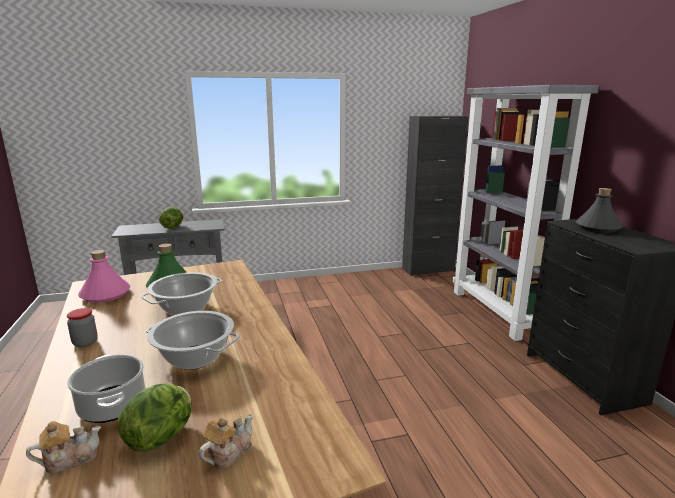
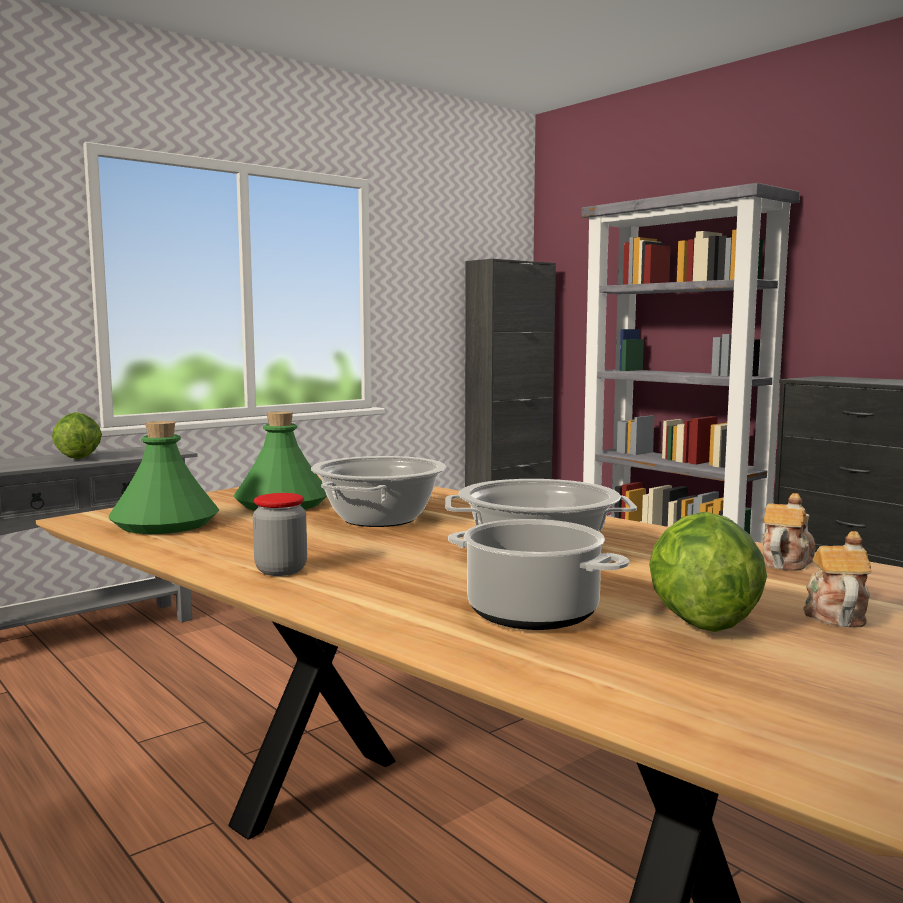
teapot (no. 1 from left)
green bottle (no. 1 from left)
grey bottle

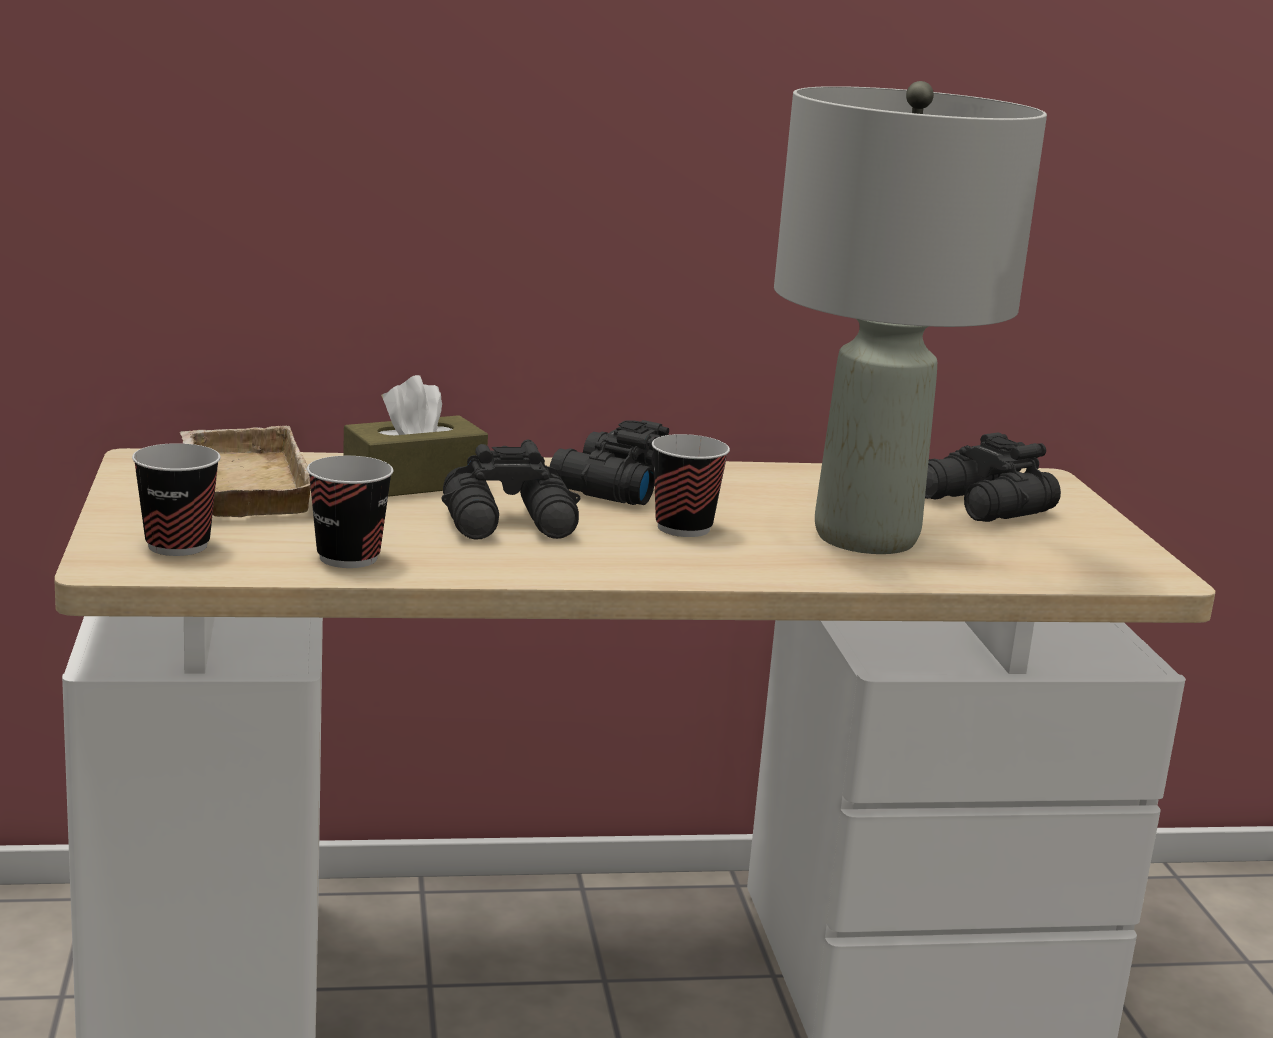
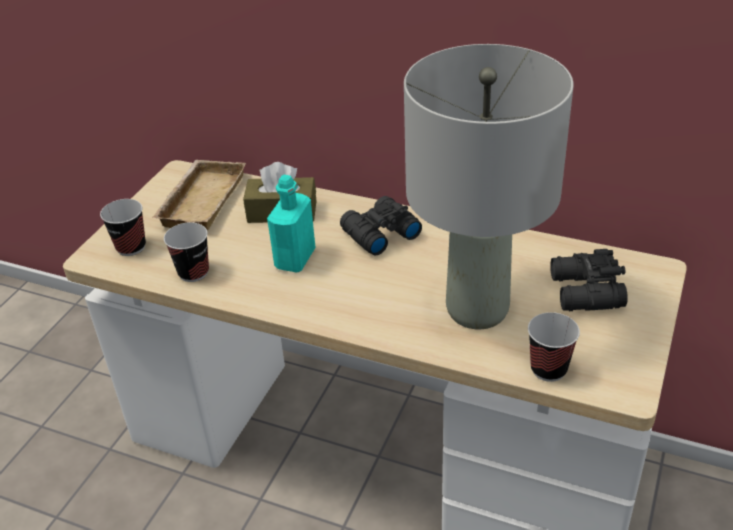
turquoise bottle
cup (no. 3 from left)

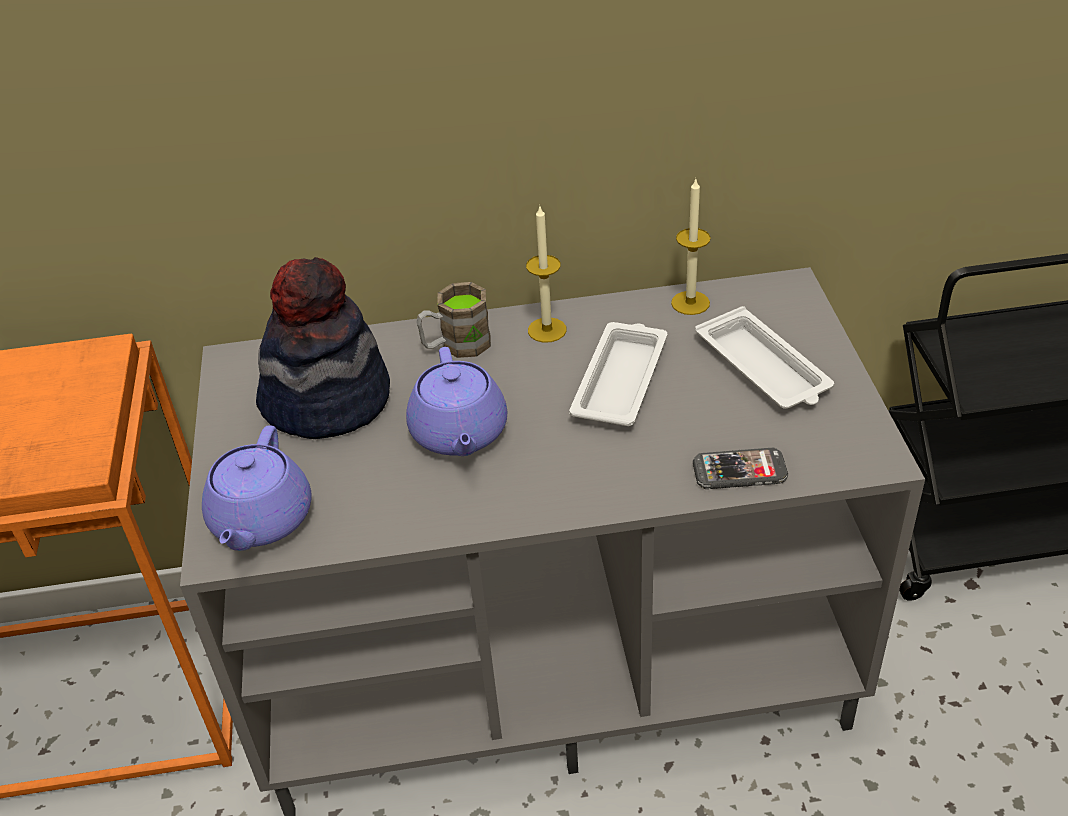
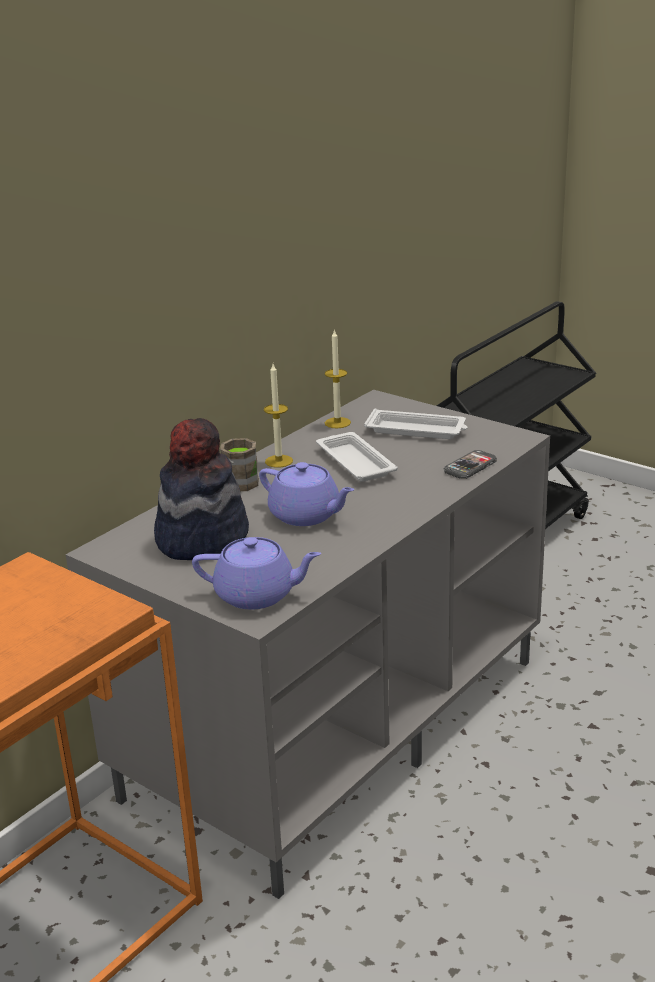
purple teapot (no. 1 from left)

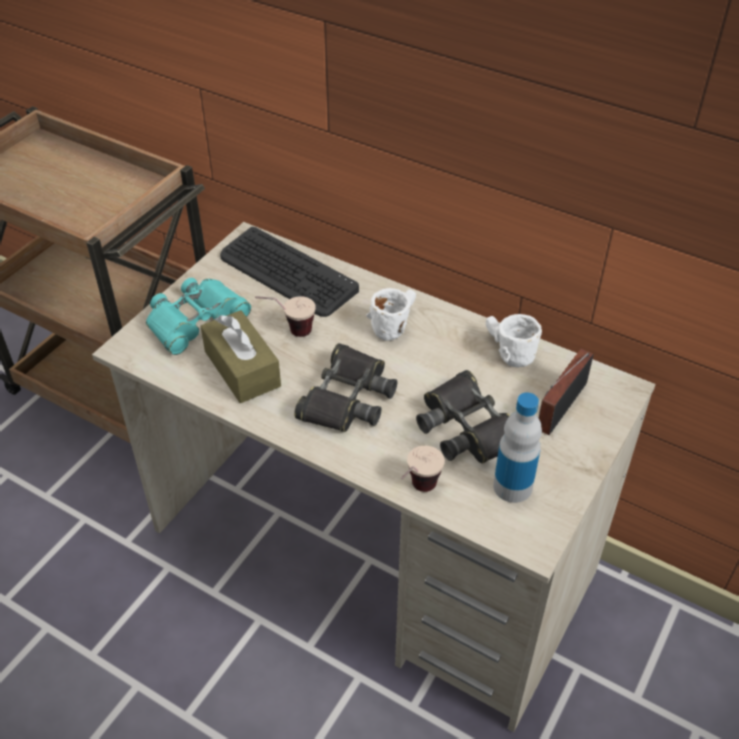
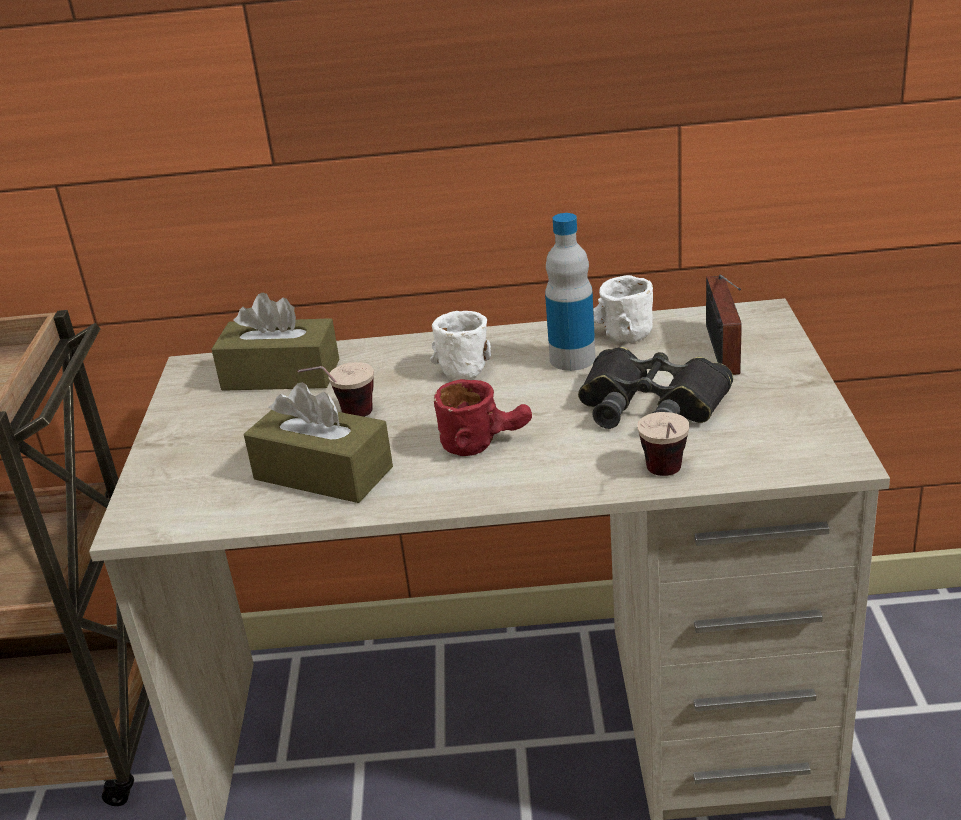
turquoise binoculars
brown tissue box (no. 1 from left)
red mug
bottle

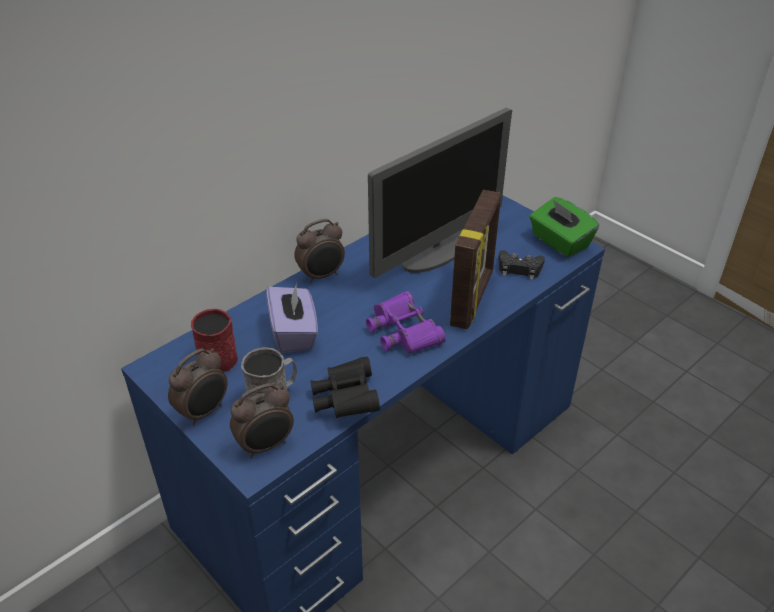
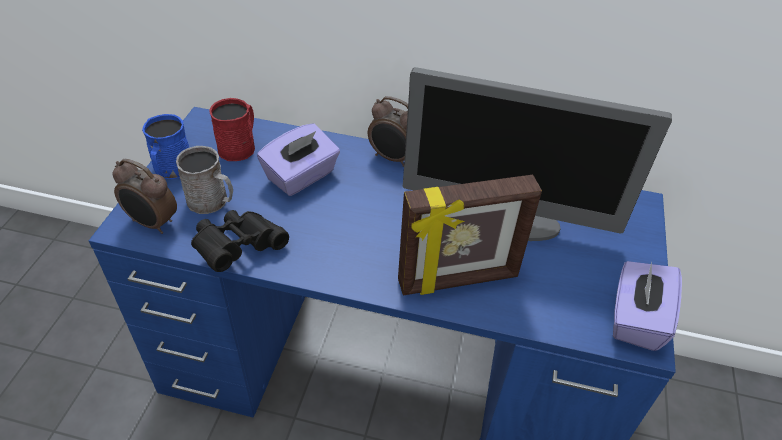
blue mug
purple binoculars
black game controller
purple tissue box (no. 2 from left)

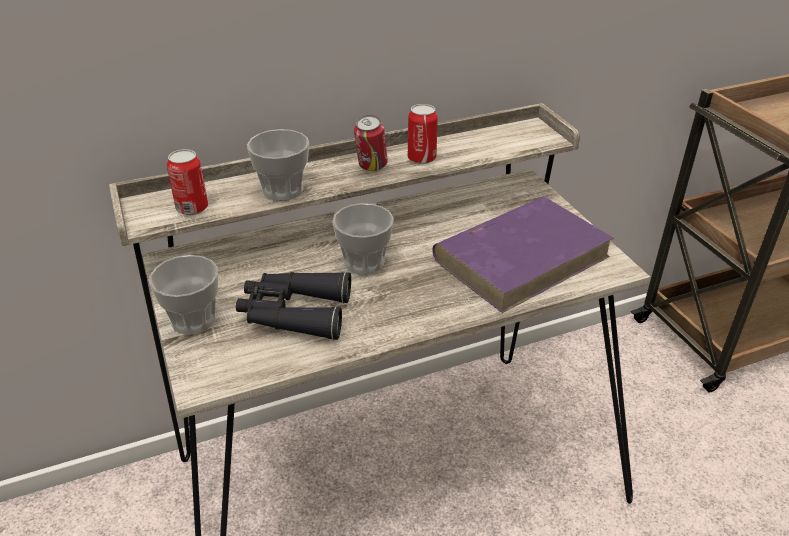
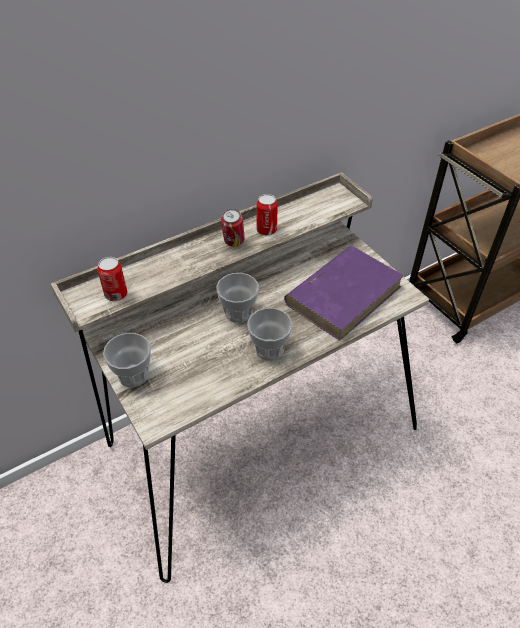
black binoculars
cup (no. 3 from left)

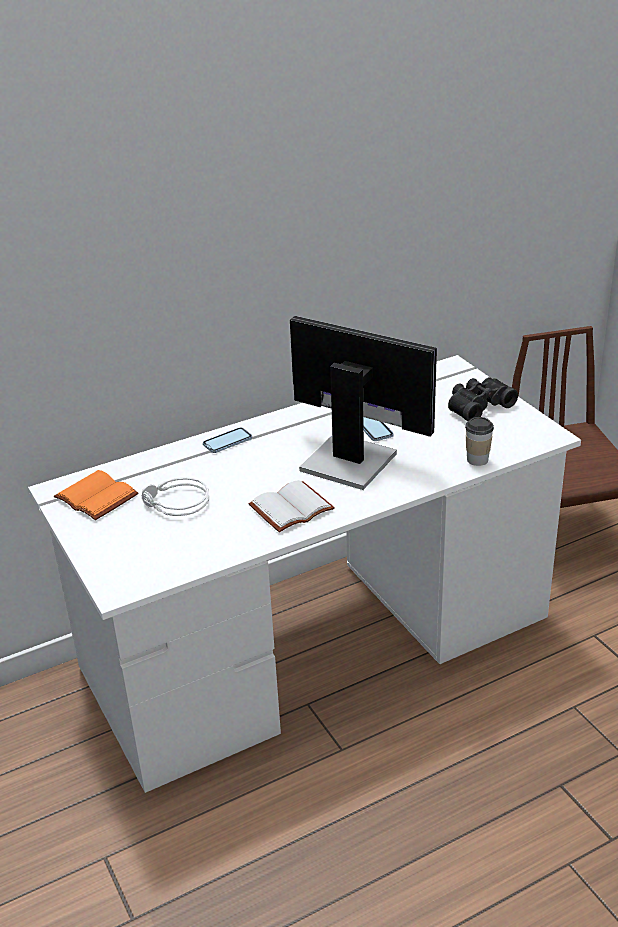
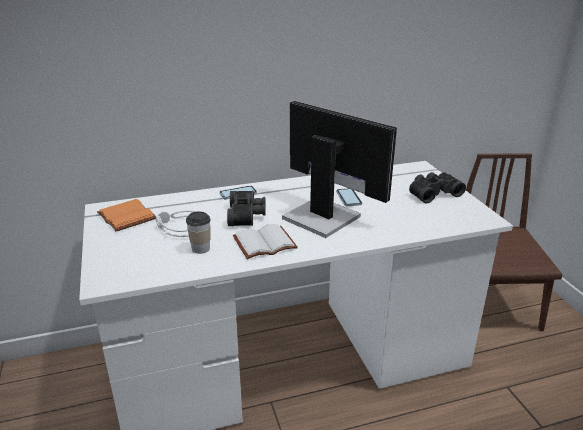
cup
black binoculars (no. 1 from left)

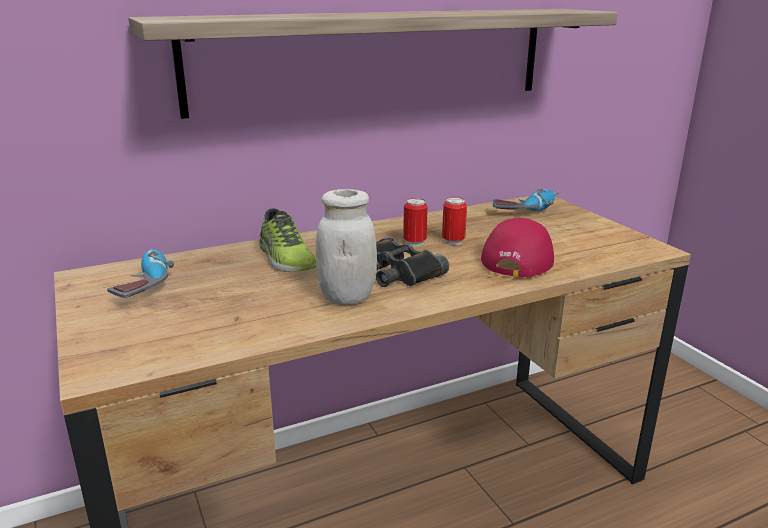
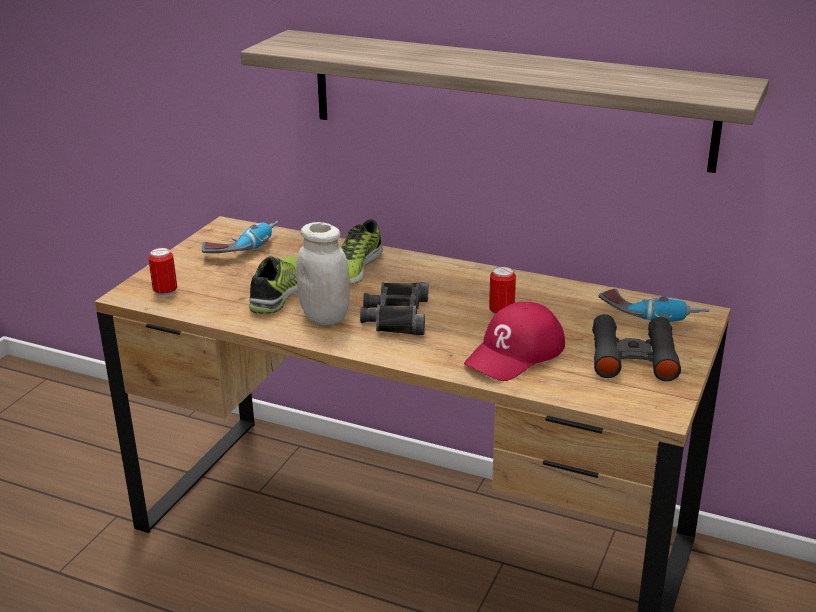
can (no. 1 from left)
red cap
shoe (no. 1 from left)
black binoculars (no. 2 from left)

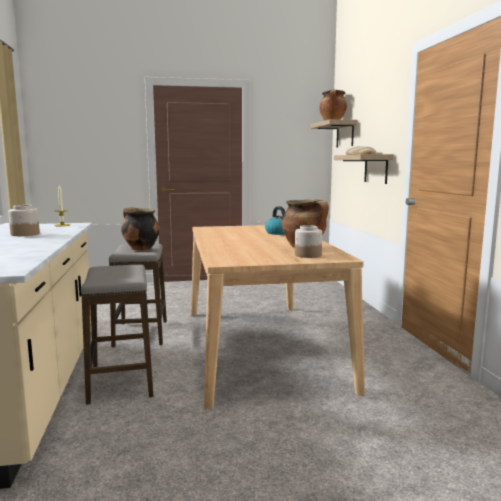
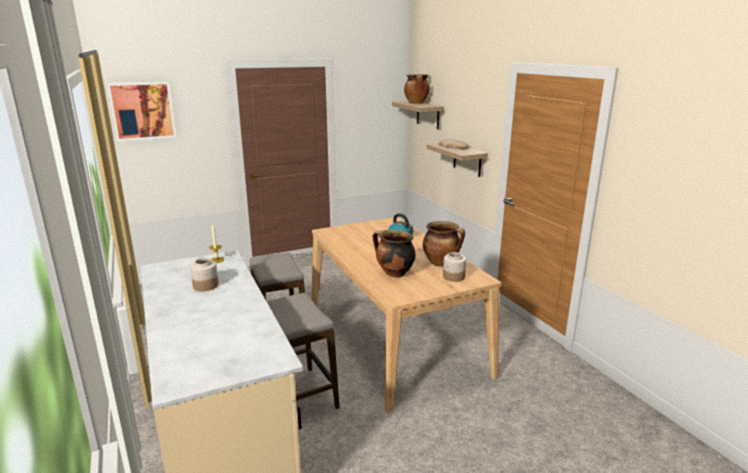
cooking pot (no. 1 from left)
picture

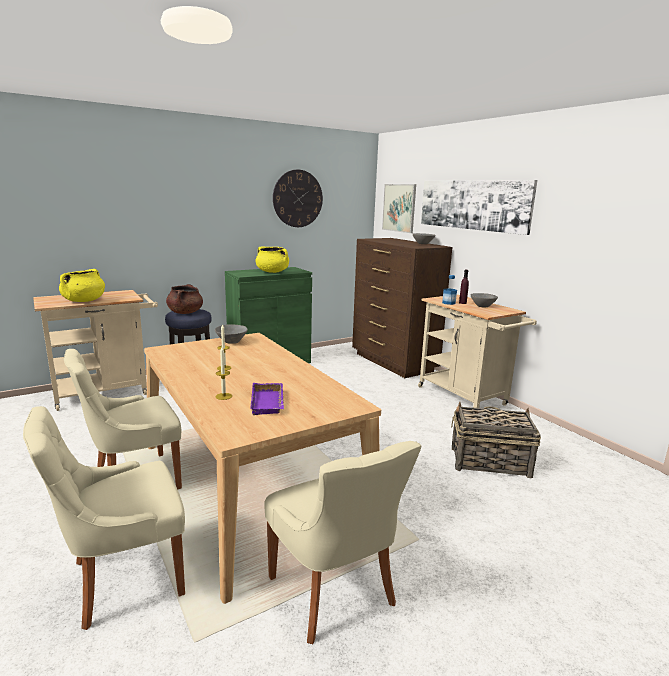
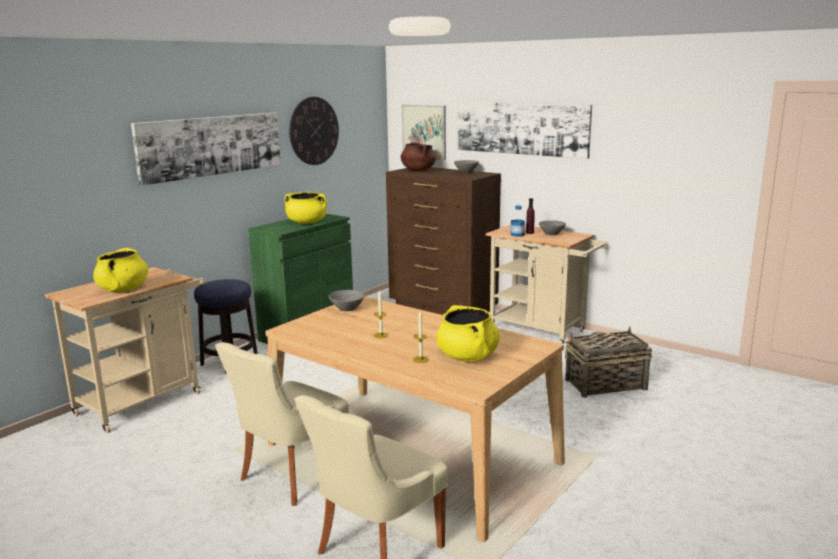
brown cooking pot
yellow cooking pot (no. 3 from left)
beige chair (no. 3 from left in the first image)
picture (no. 1 from left)

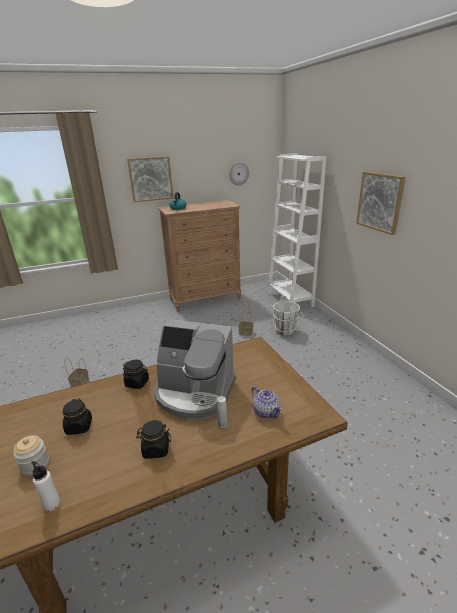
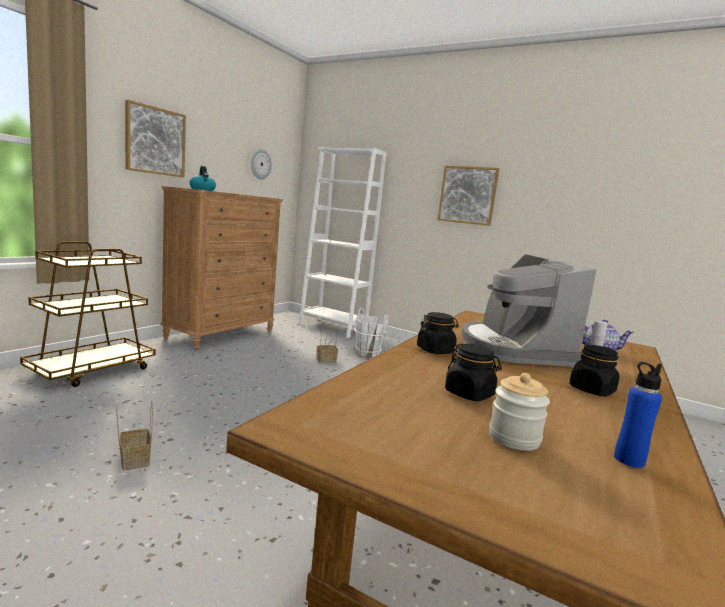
blue bottle
coffee machine
brown cart

